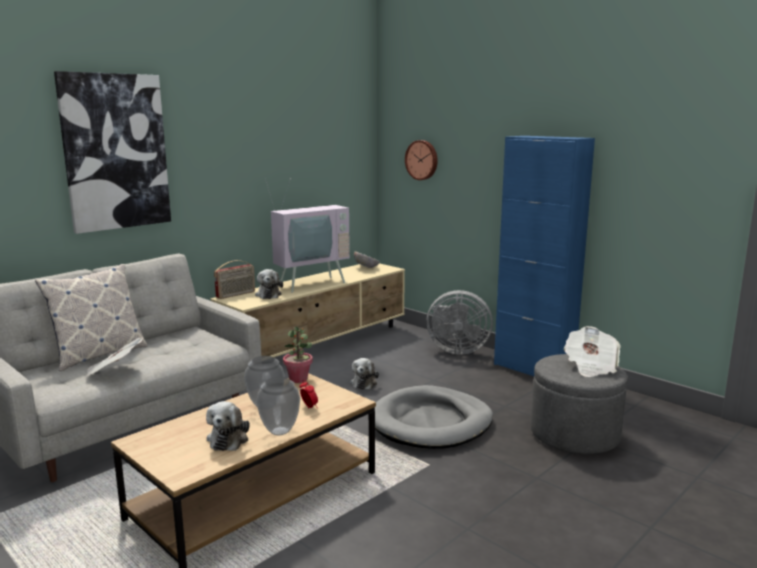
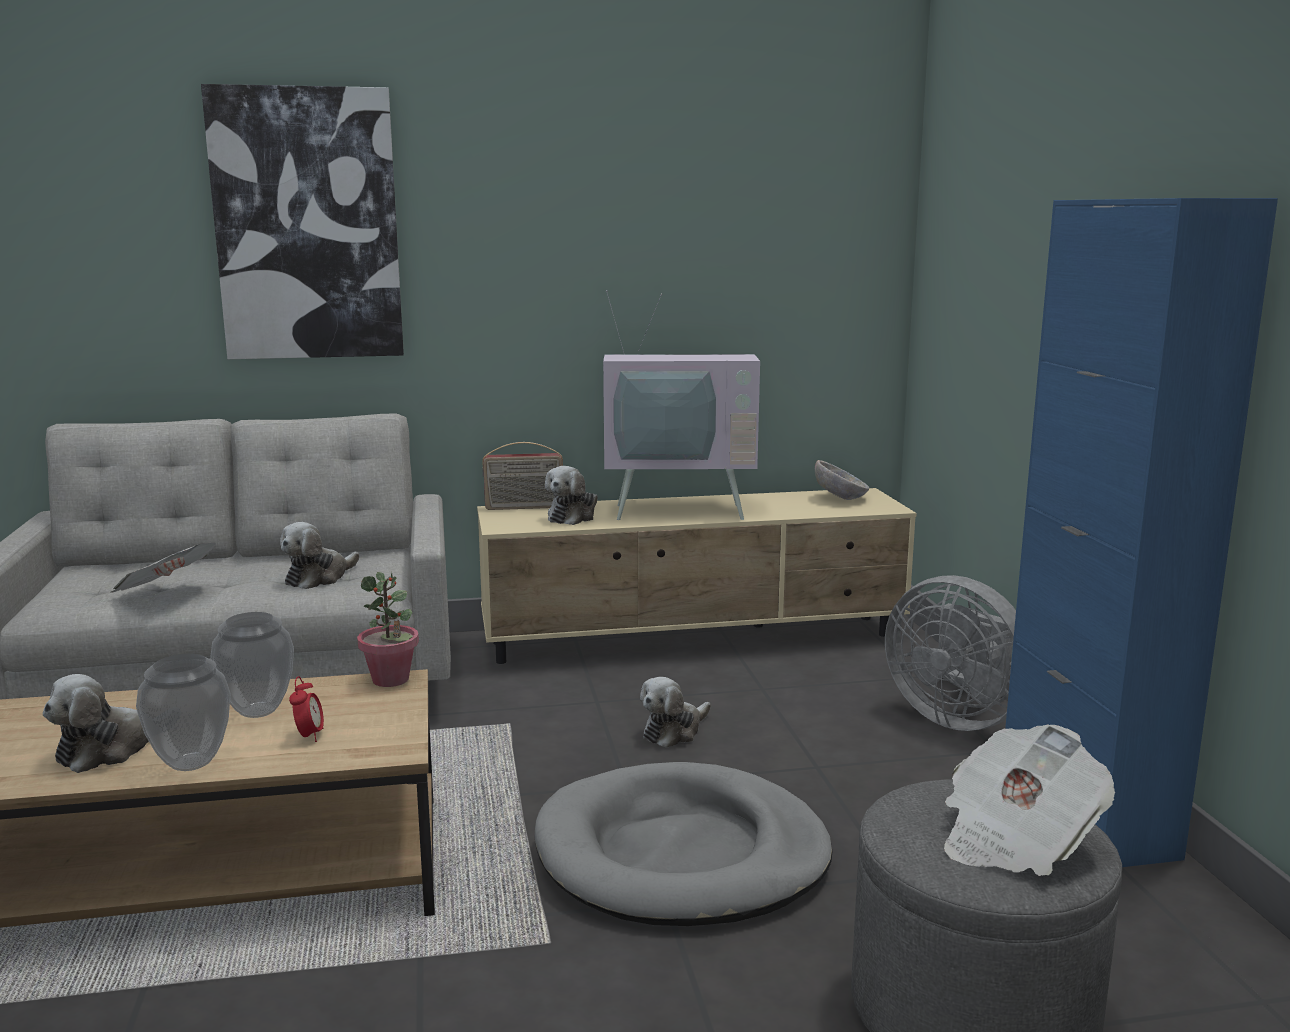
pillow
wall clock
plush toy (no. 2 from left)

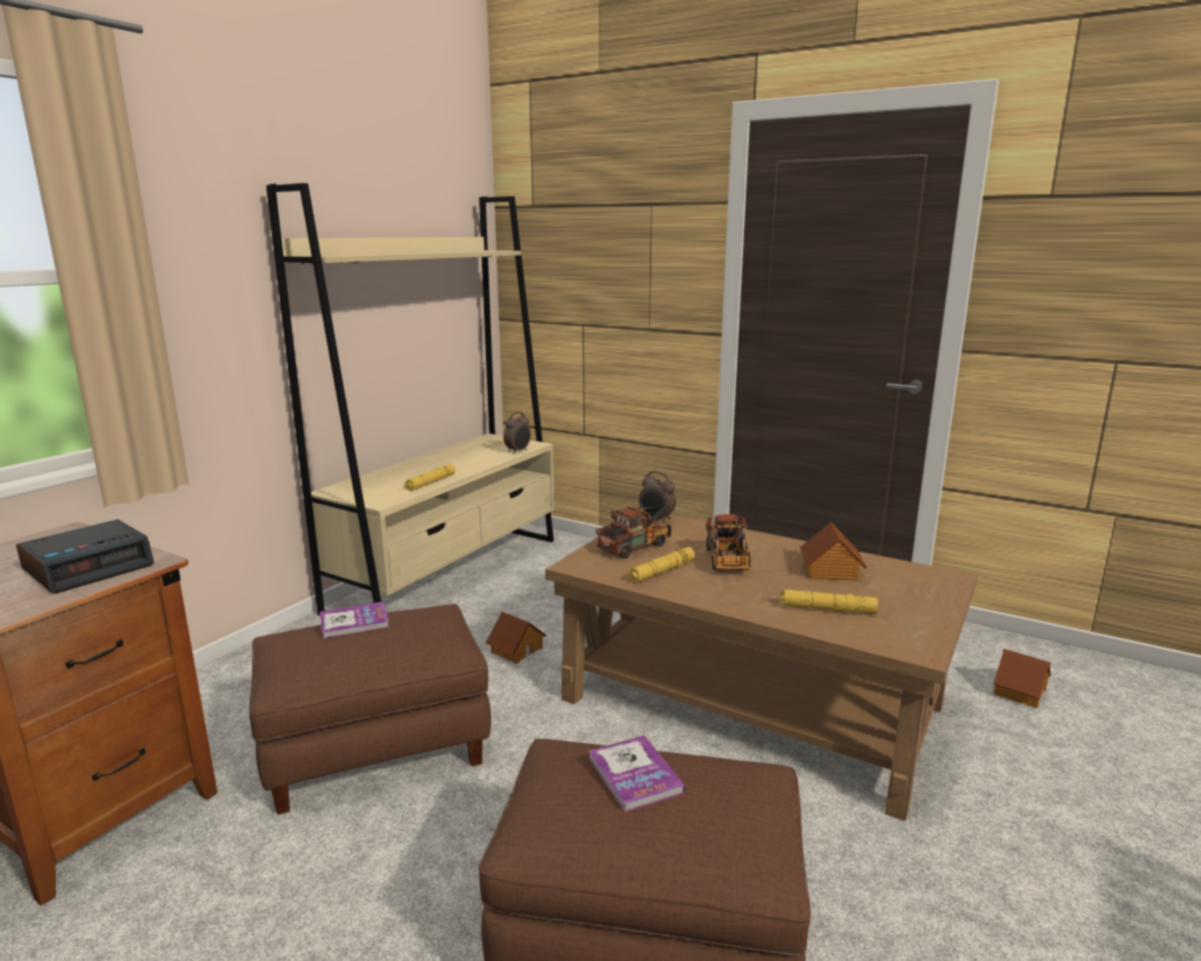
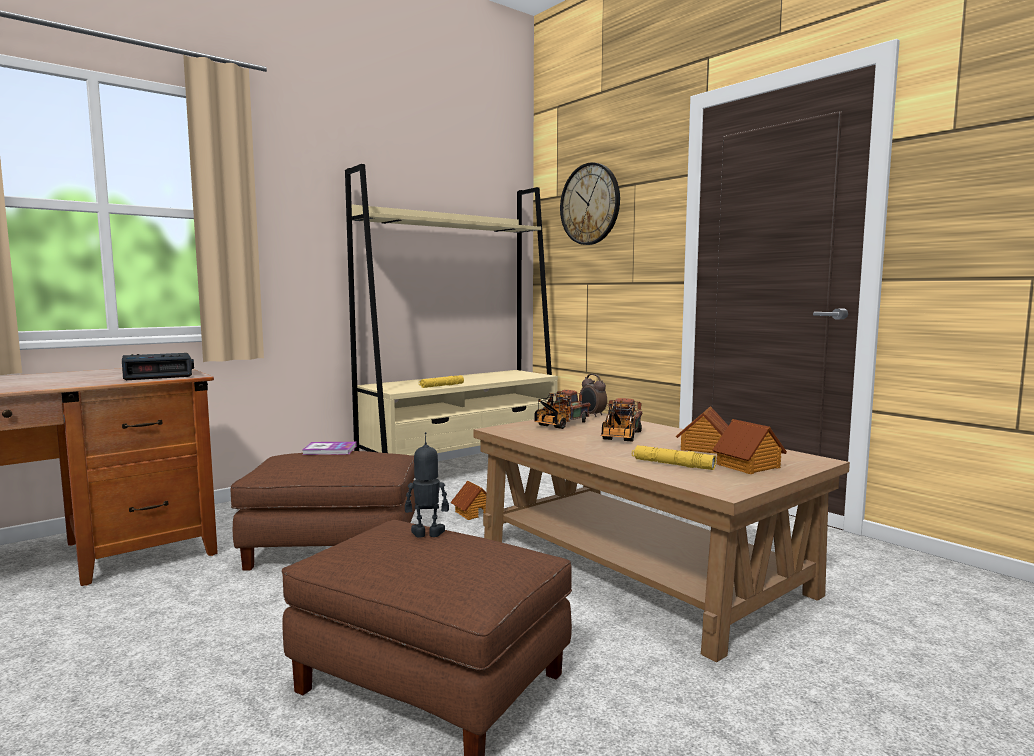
alarm clock (no. 2 from left in the first image)
toy robot
toy truck (no. 1 from left)
yellow flashlight (no. 2 from left in the first image)
toy house (no. 3 from left)
wall clock

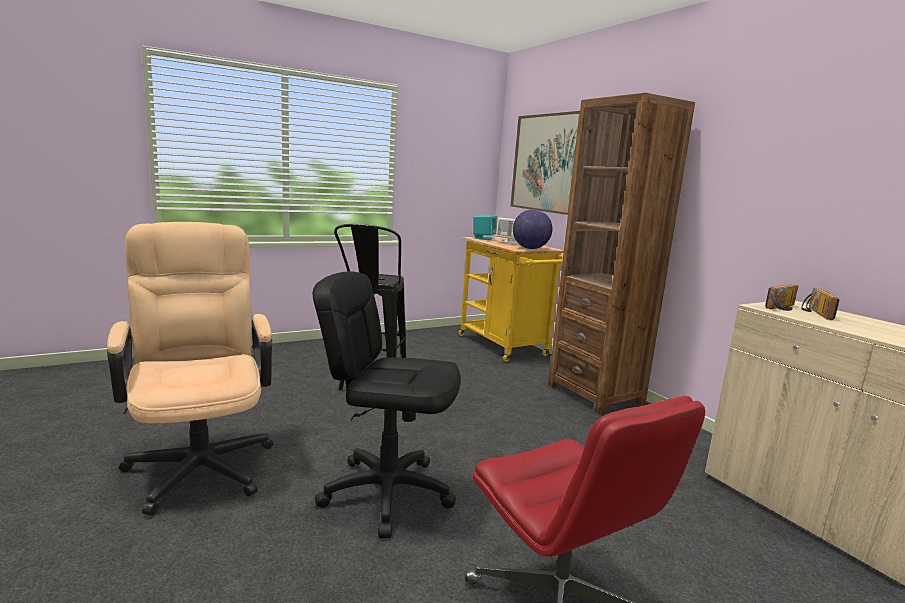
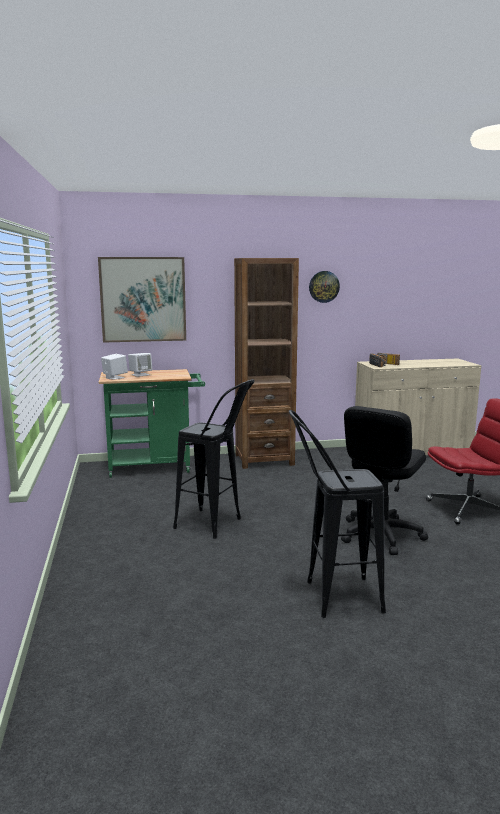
black stool (no. 2 from left)
green cart
white speaker (no. 1 from left)
globe
wall clock

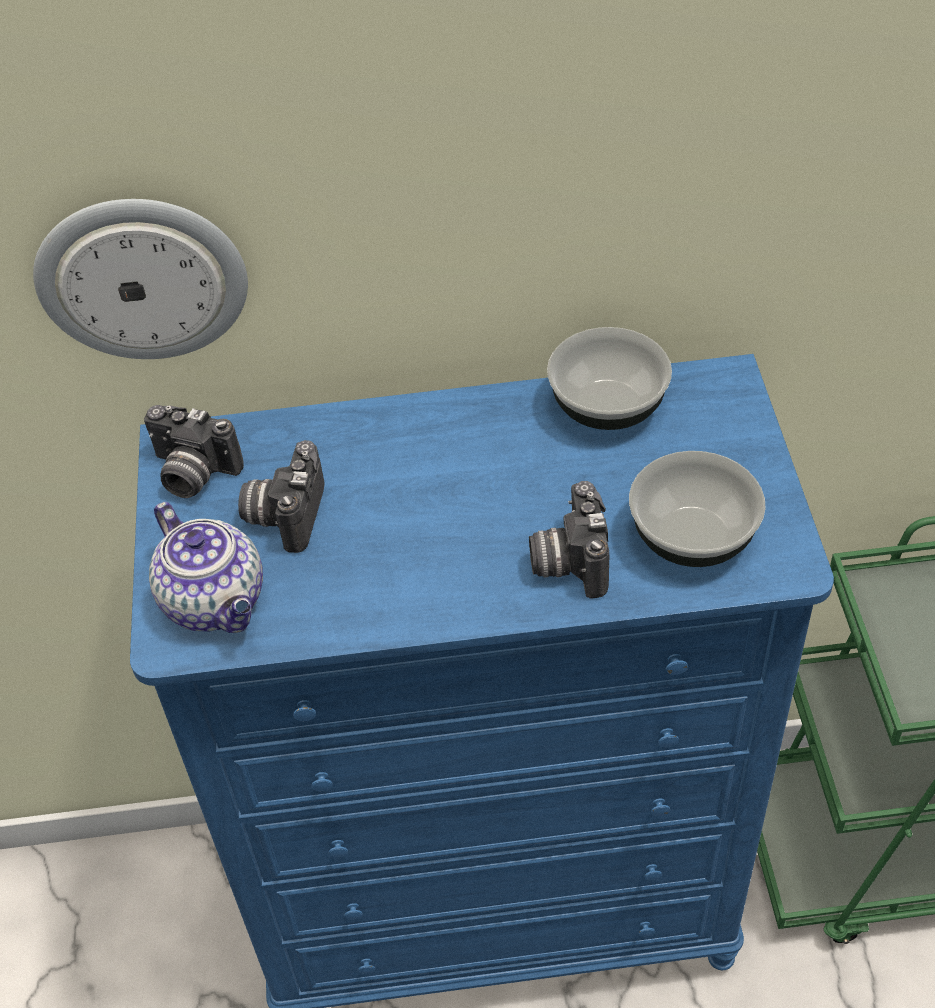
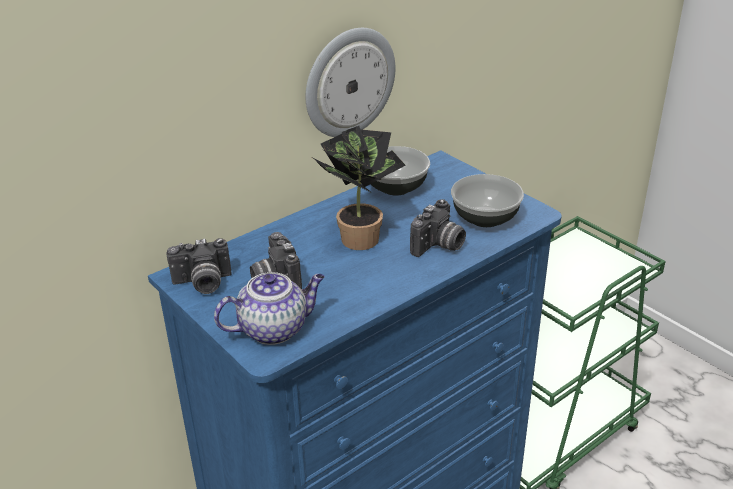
wall clock
teapot
photo camera (no. 3 from left)
potted plant

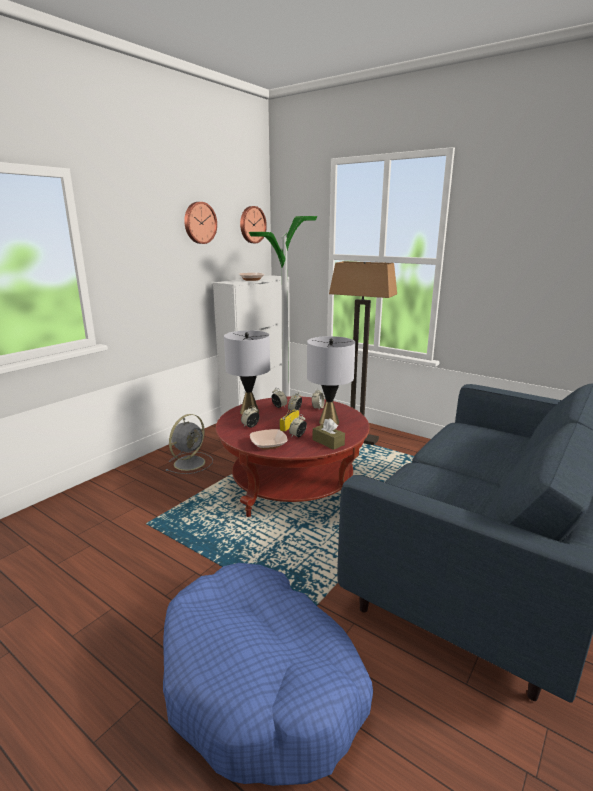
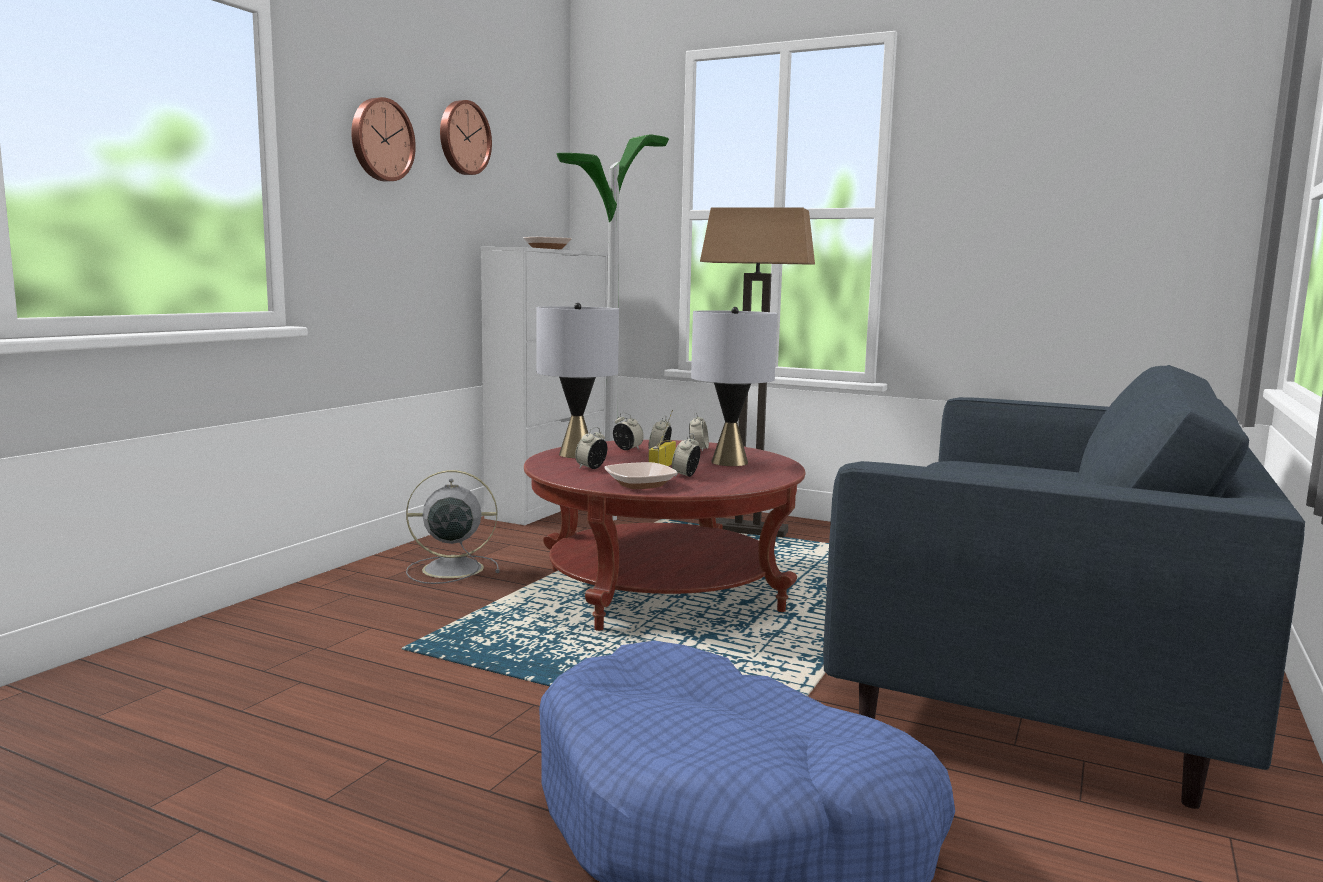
grey fan
wall clock (no. 1 from left)
brown tissue box

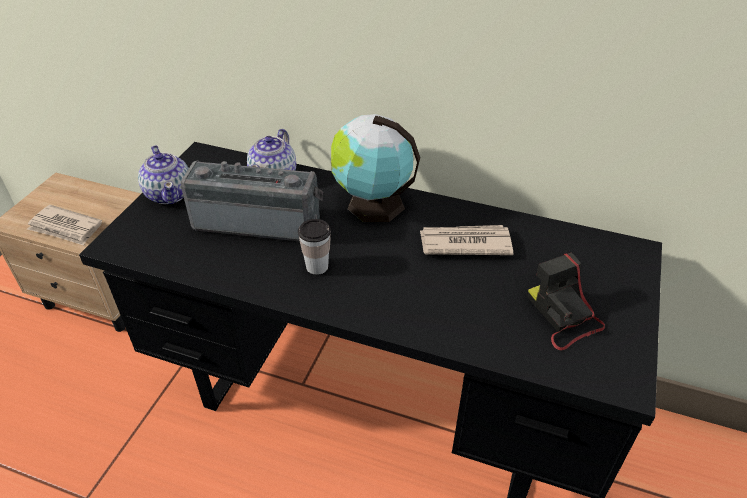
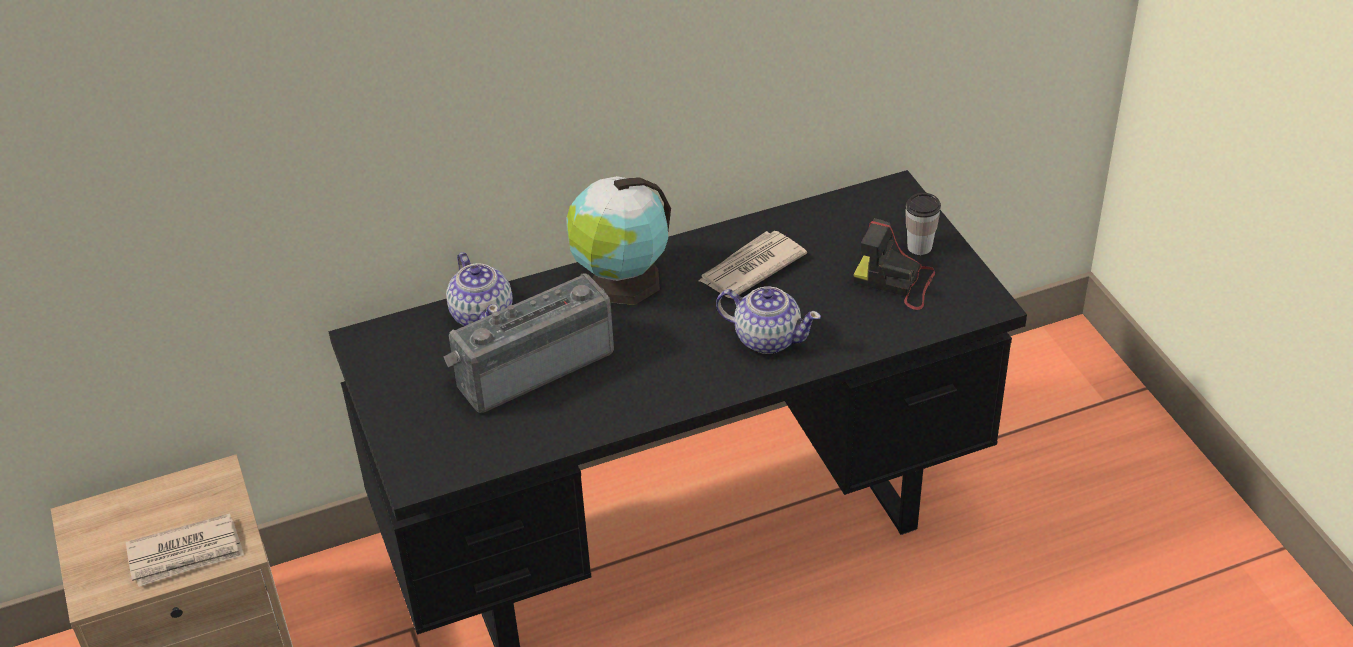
teapot (no. 2 from left)
cup

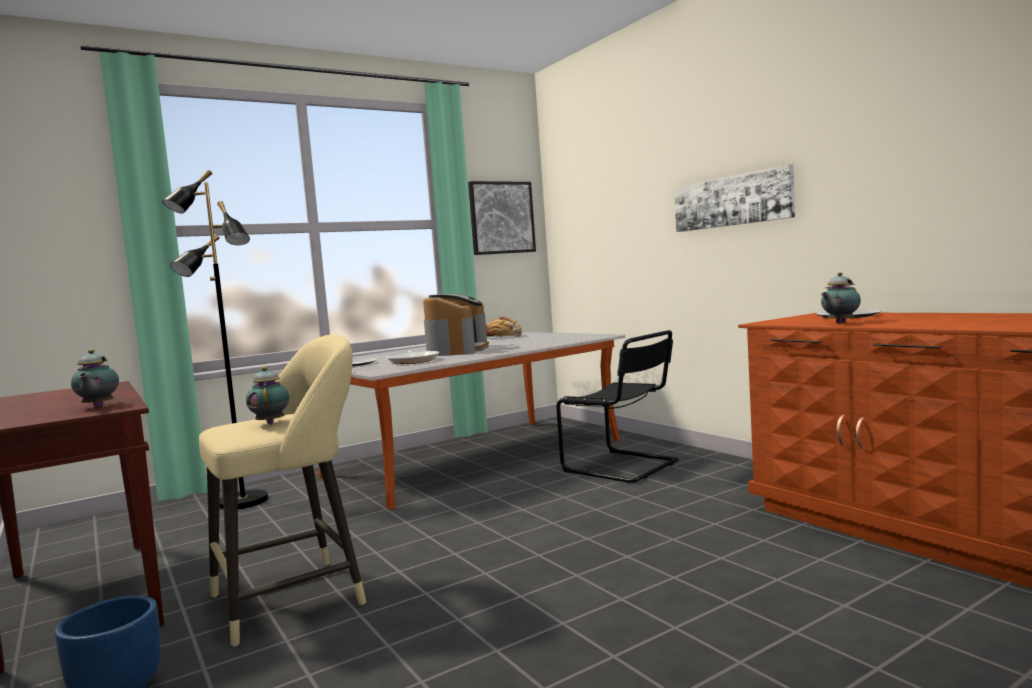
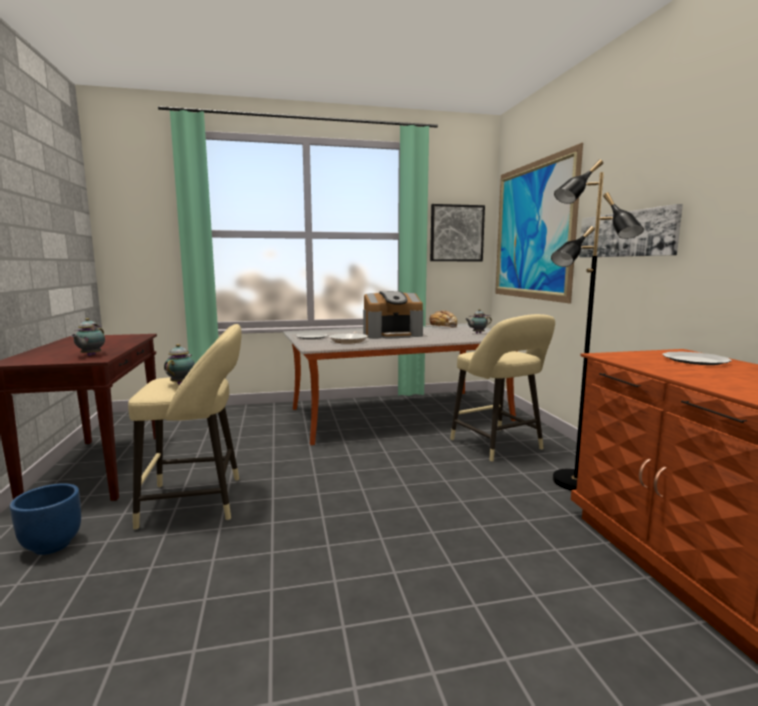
black floor lamp
coffee machine
beige stool (no. 2 from left)
teapot (no. 3 from left)
picture (no. 2 from left)

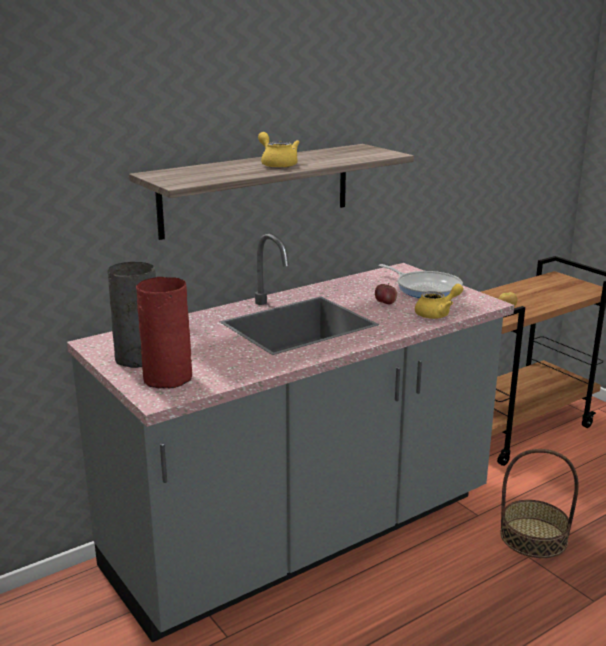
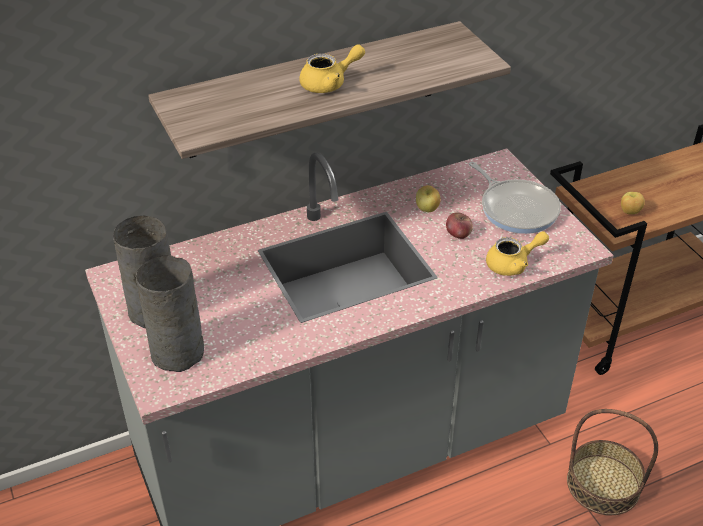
grey vase (no. 2 from left)
yellow teapot (no. 1 from left)
apple (no. 1 from left)

